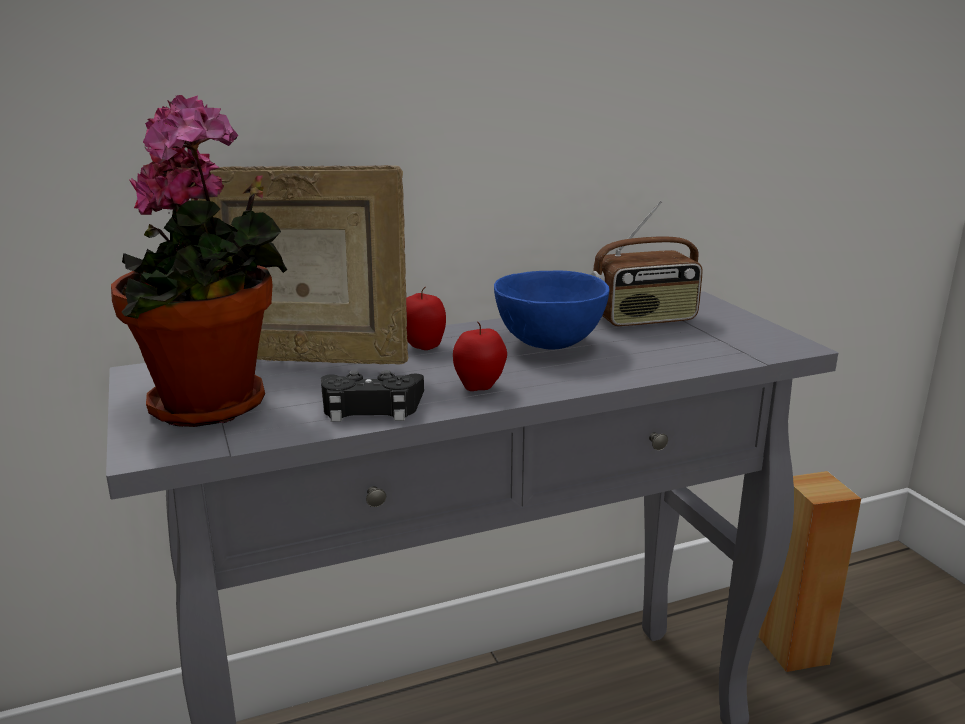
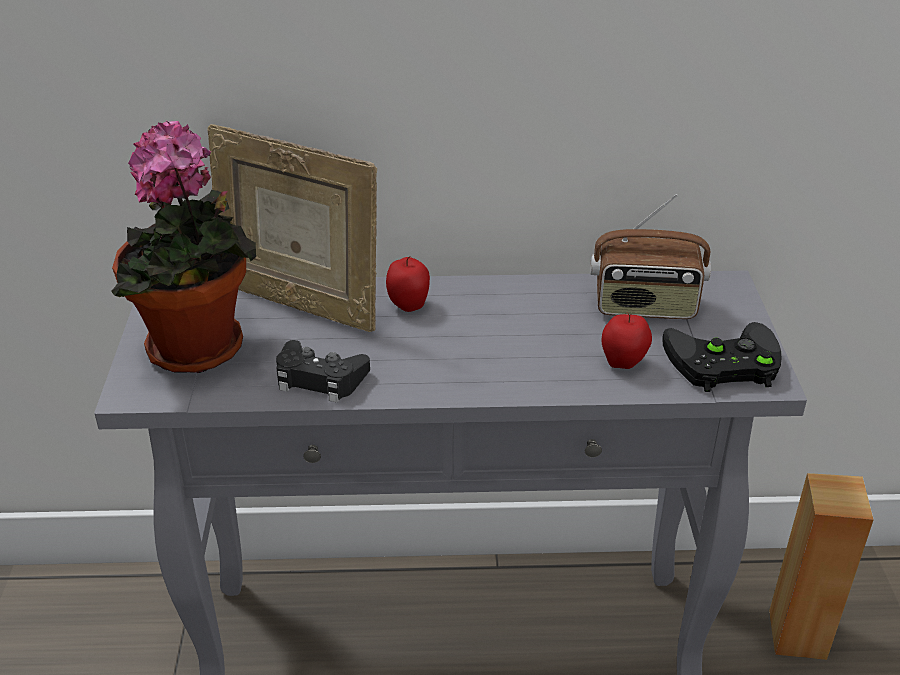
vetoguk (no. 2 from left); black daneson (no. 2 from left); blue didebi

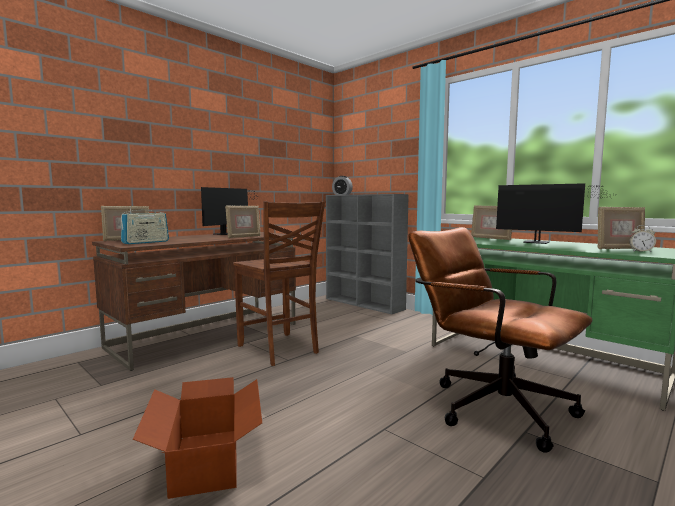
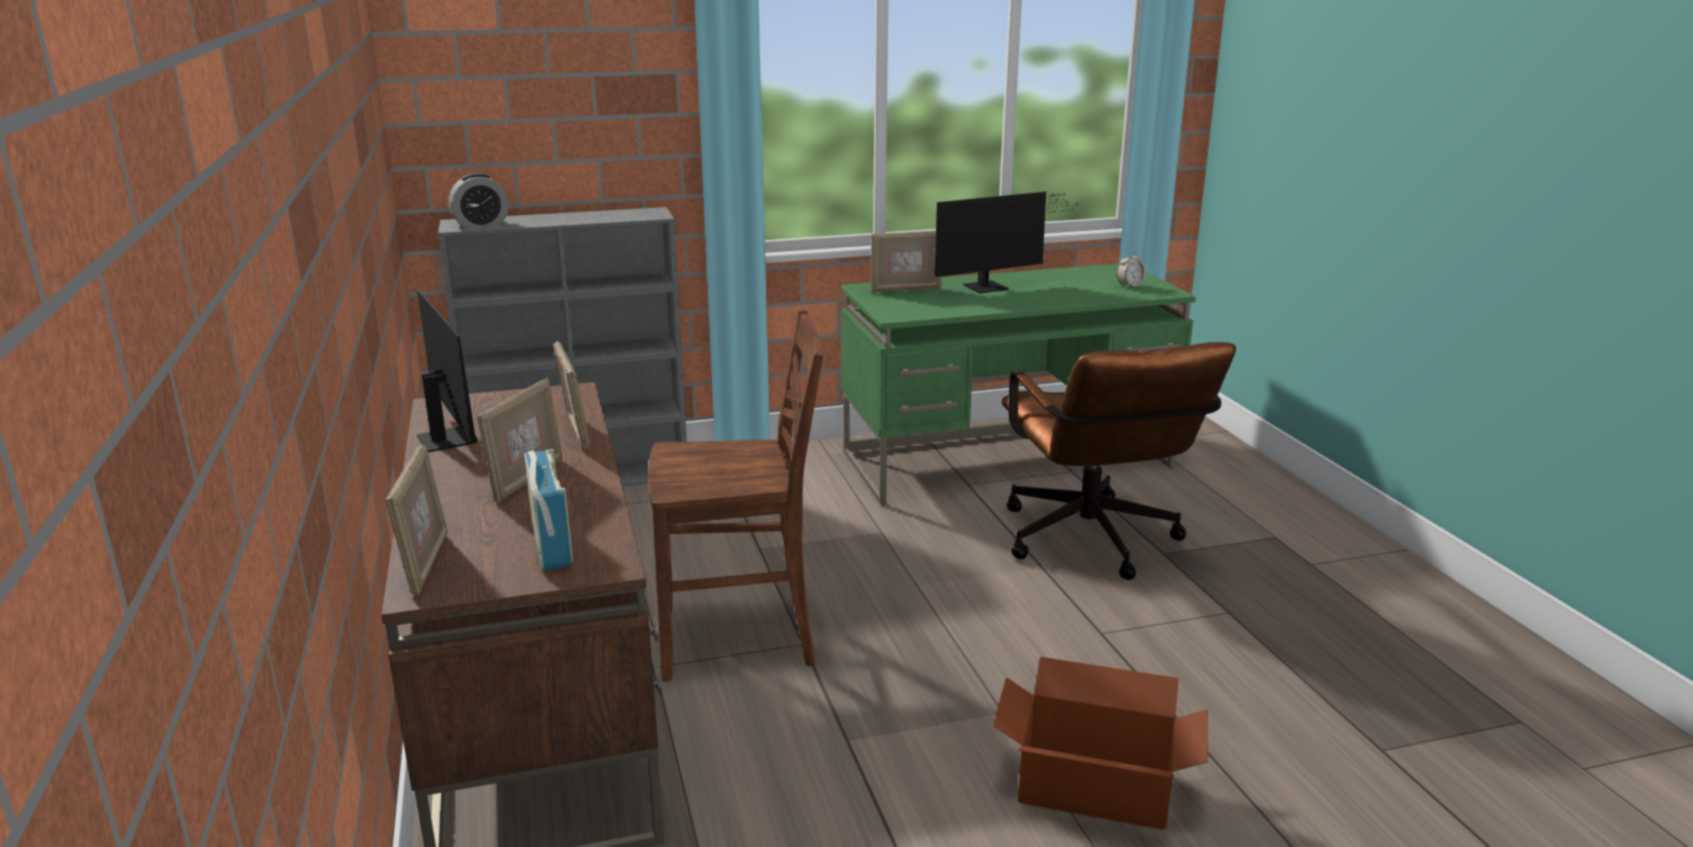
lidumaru (no. 2 from left); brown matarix

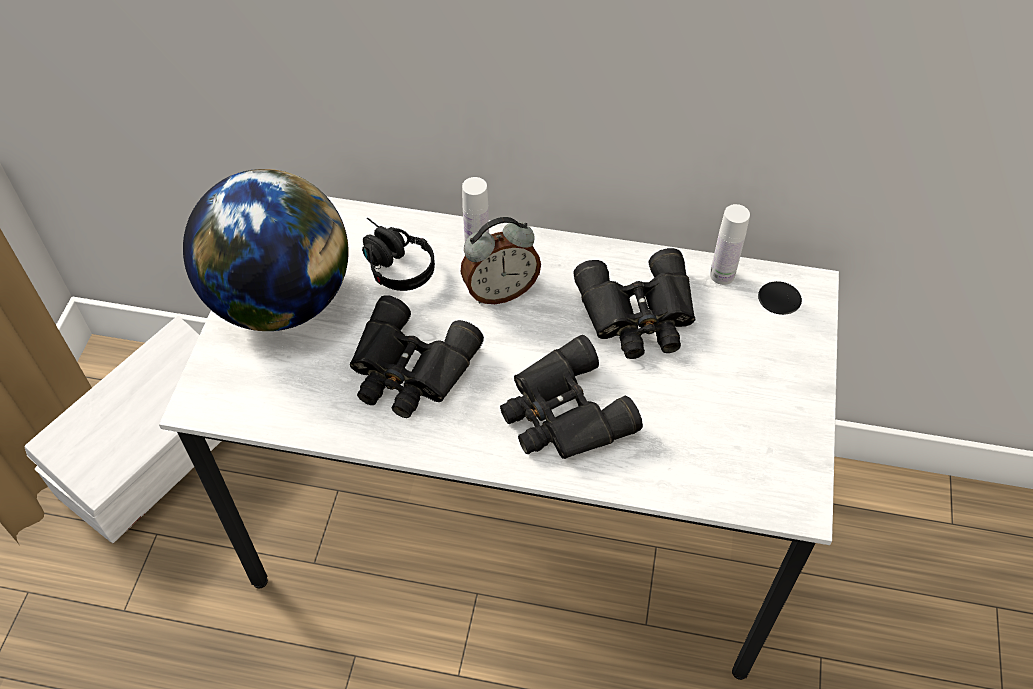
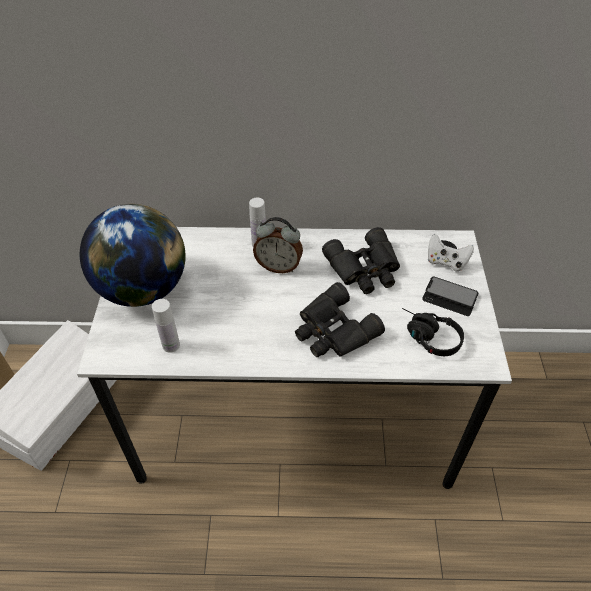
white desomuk (no. 1 from left); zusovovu; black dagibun; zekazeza; white daneson; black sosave (no. 1 from left in the first image)

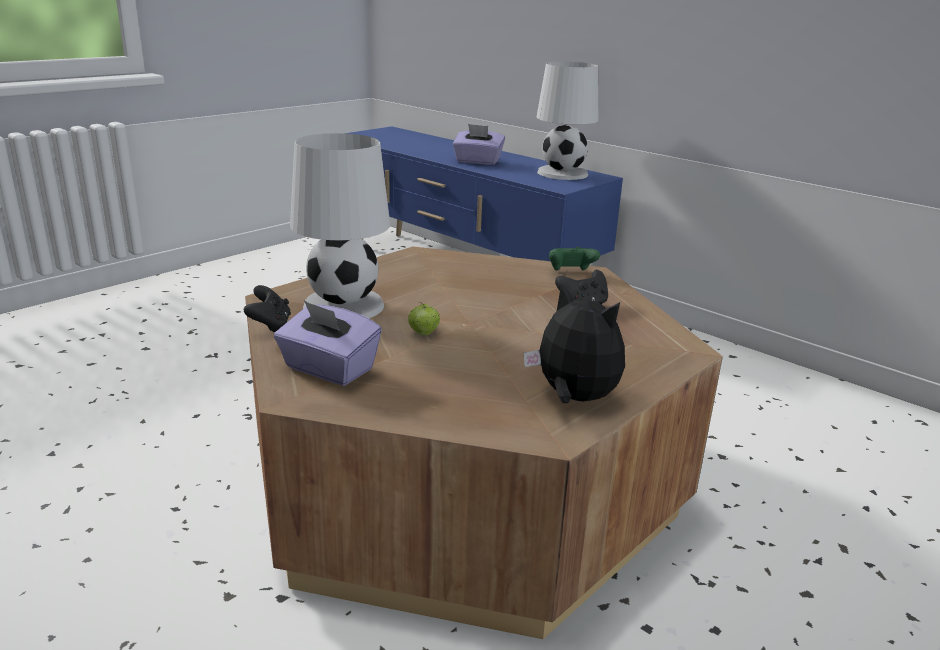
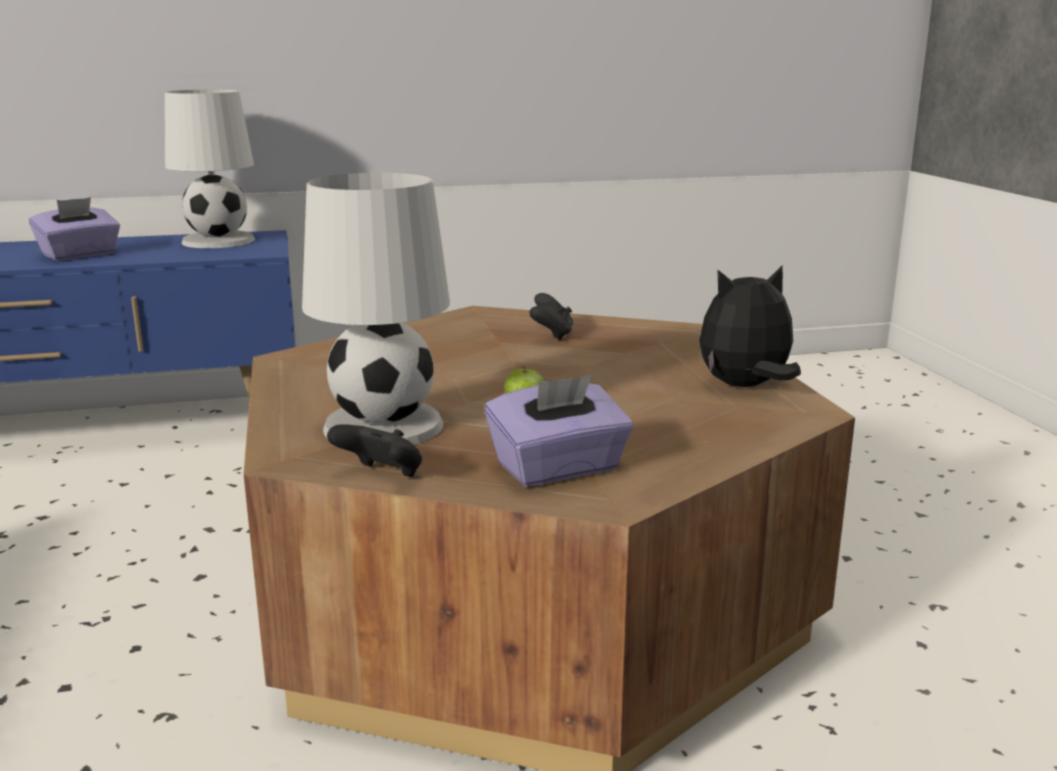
green daneson

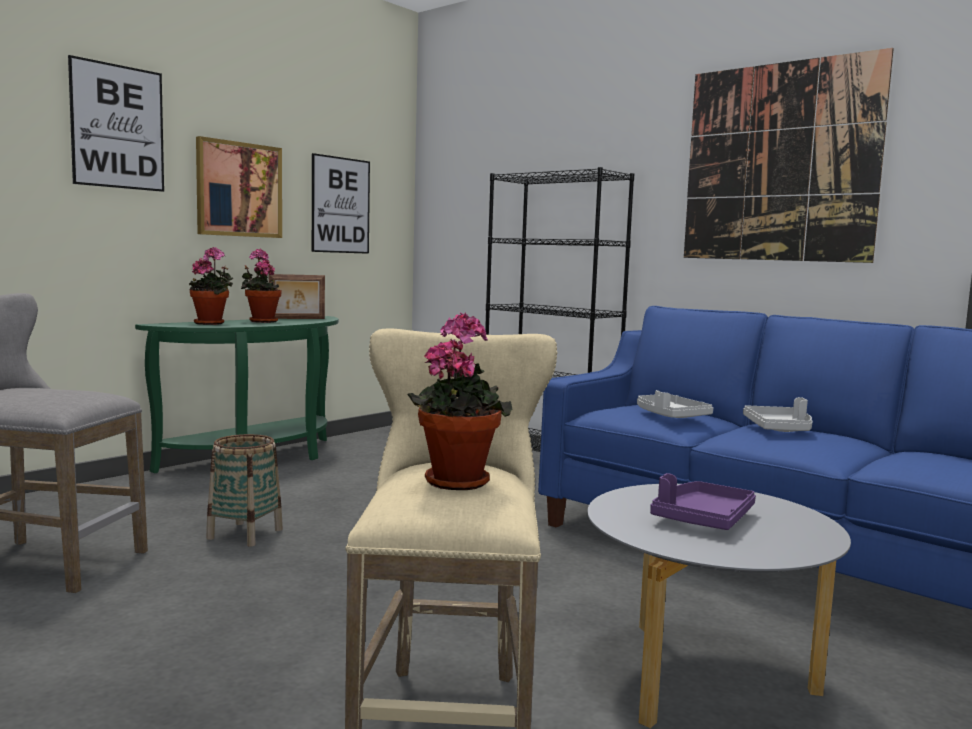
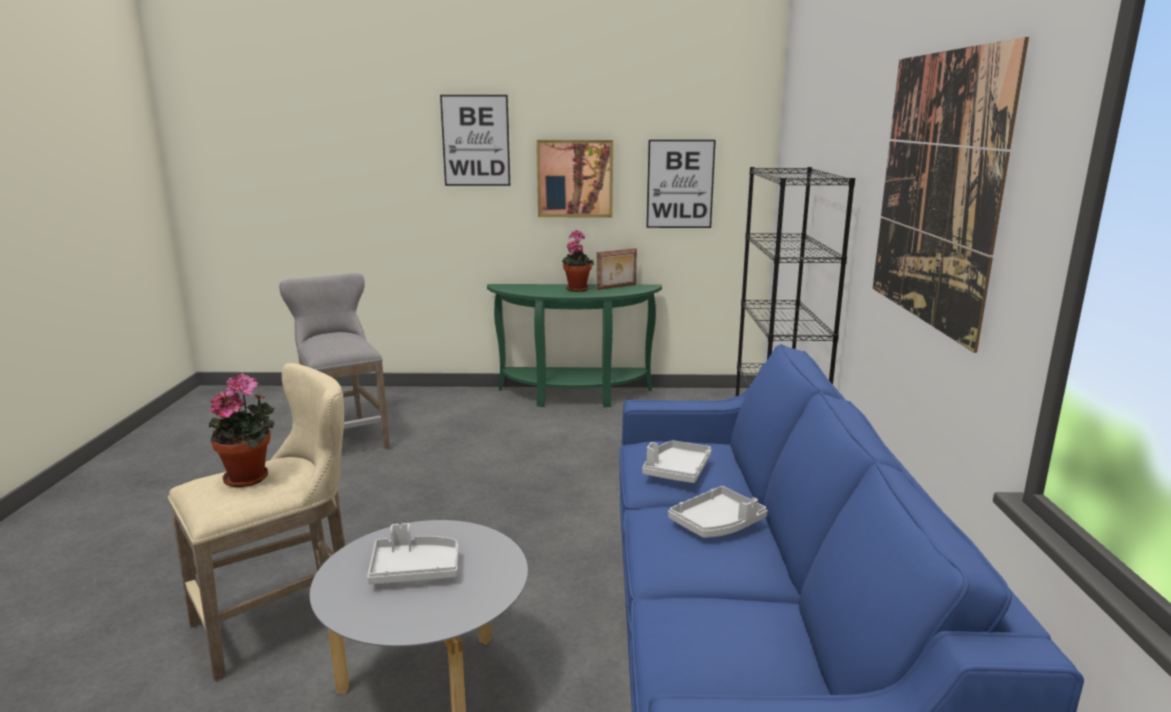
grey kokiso (no. 1 from left); lidumaru; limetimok (no. 1 from left in the first image); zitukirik

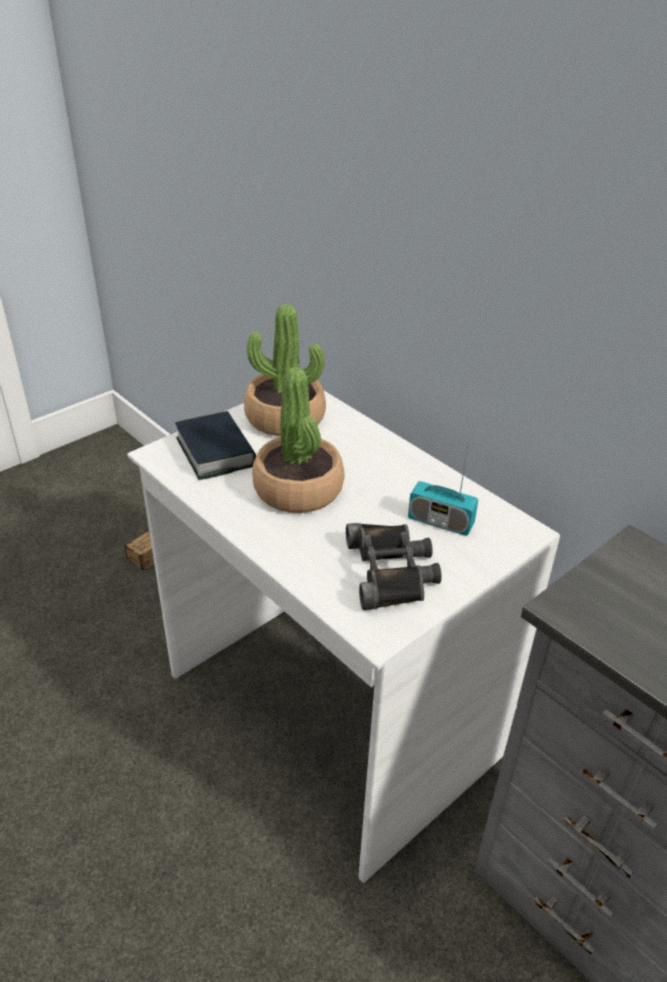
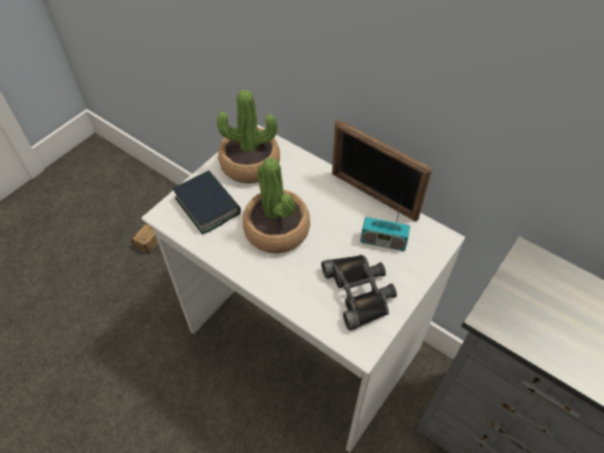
lidumaru

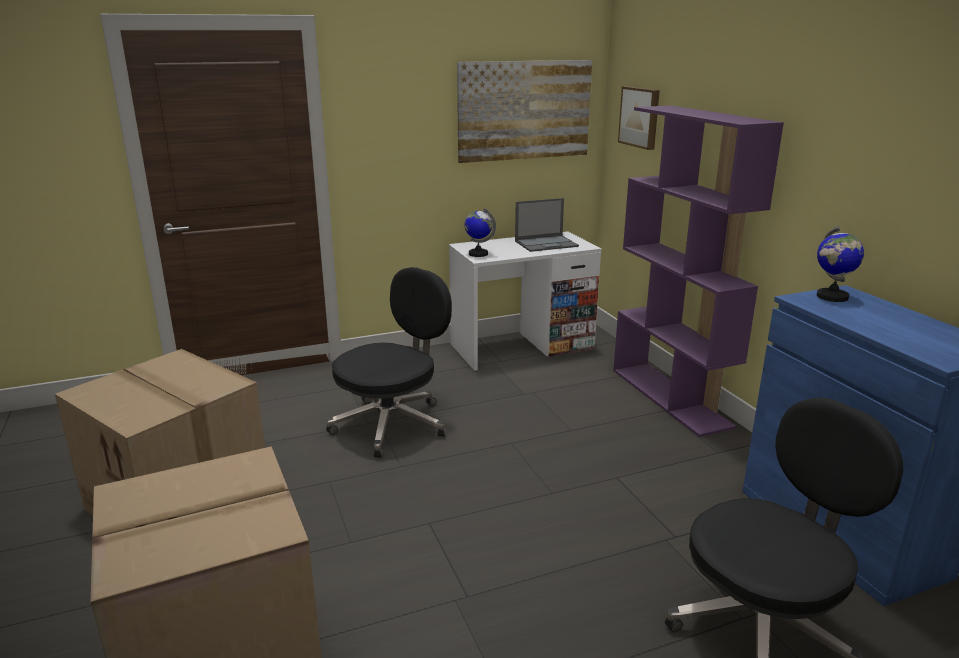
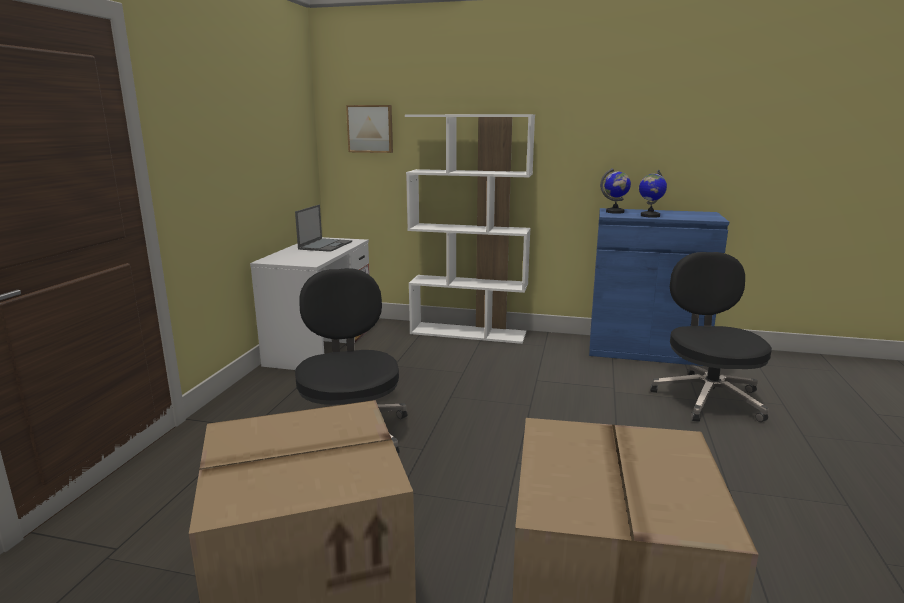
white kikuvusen; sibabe (no. 2 from left); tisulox (no. 1 from left in the first image)

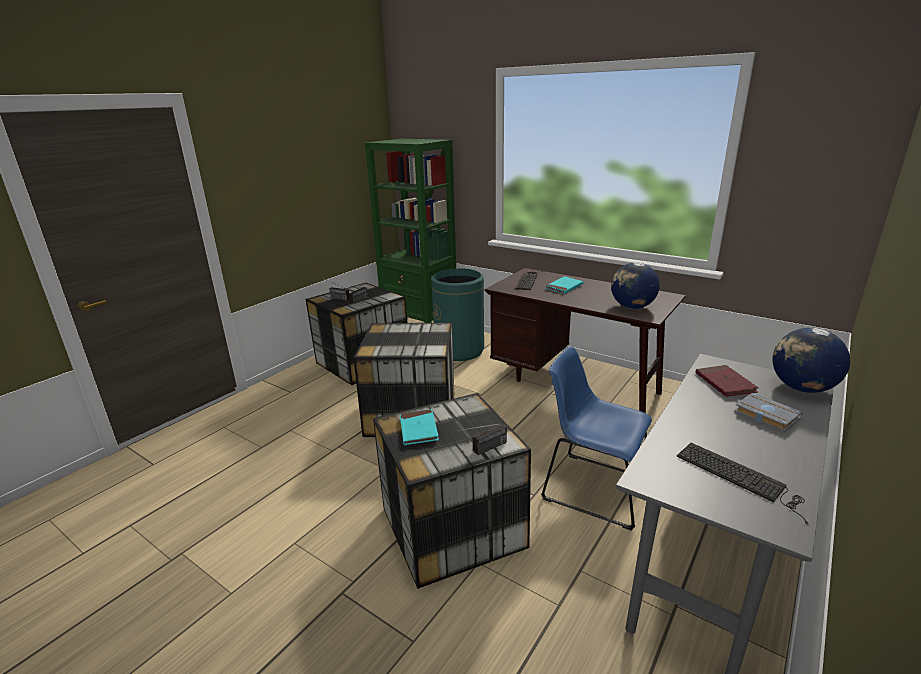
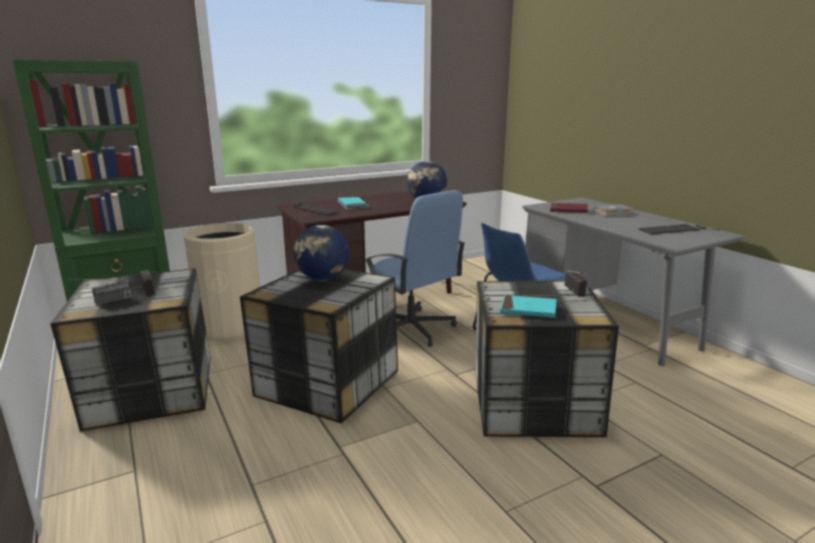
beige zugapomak; sibabe (no. 1 from left); blue matarix

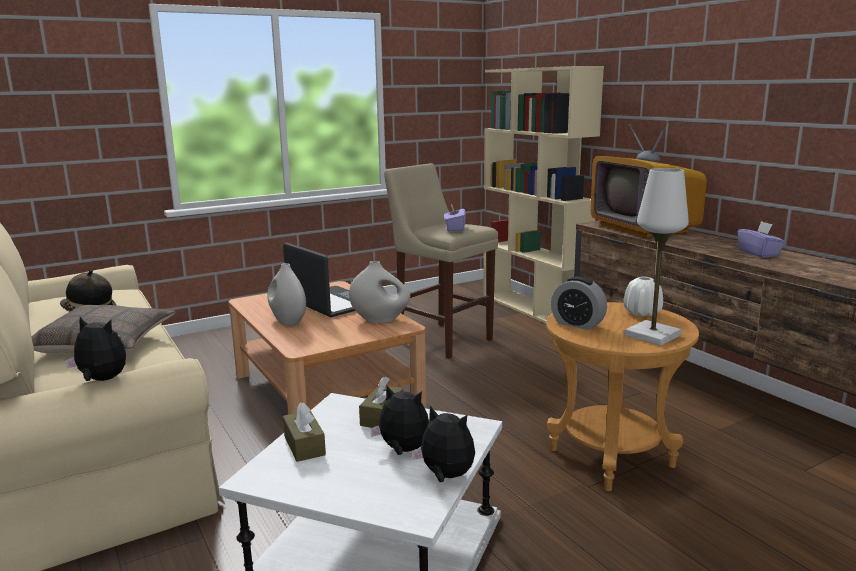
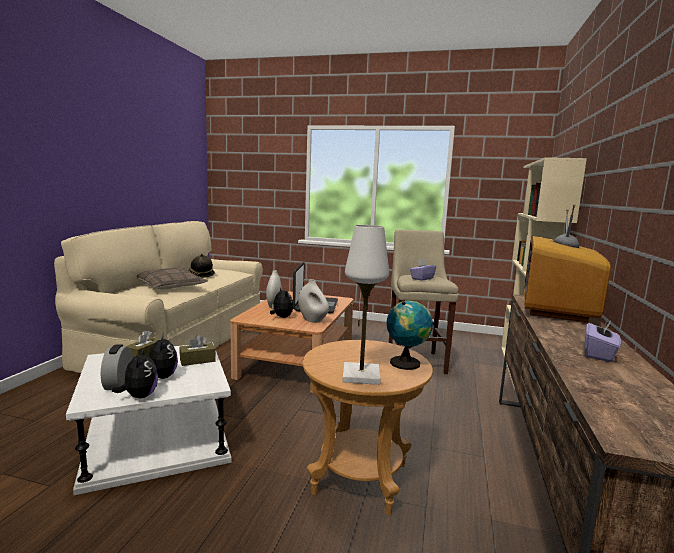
zusovovu; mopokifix (no. 3 from left); sibabe

